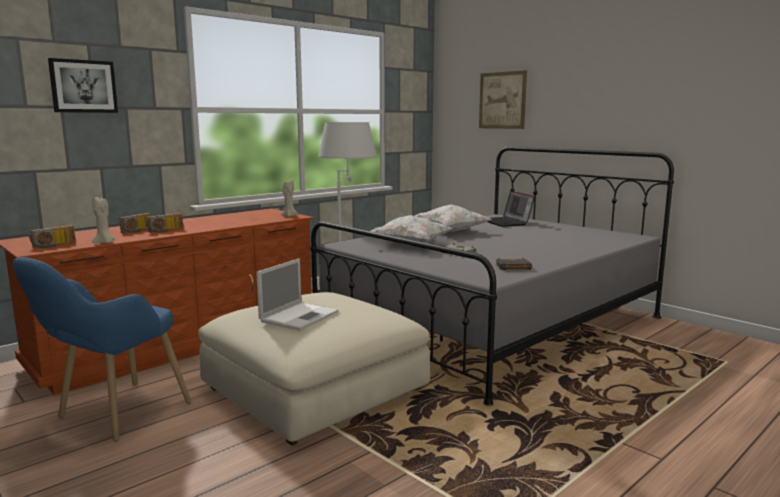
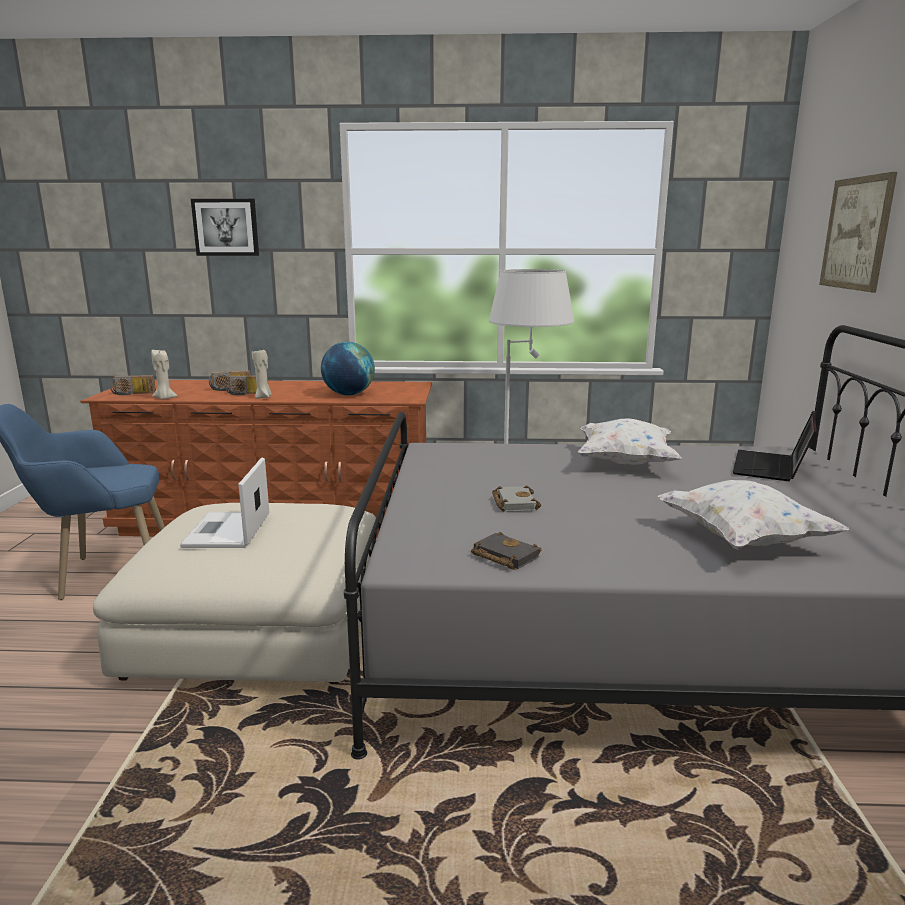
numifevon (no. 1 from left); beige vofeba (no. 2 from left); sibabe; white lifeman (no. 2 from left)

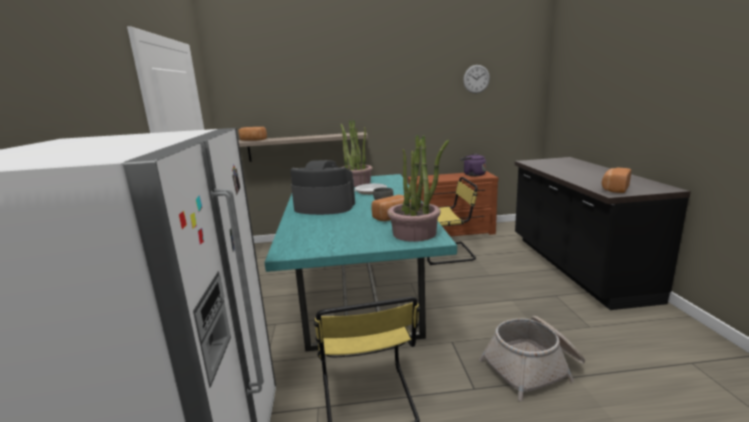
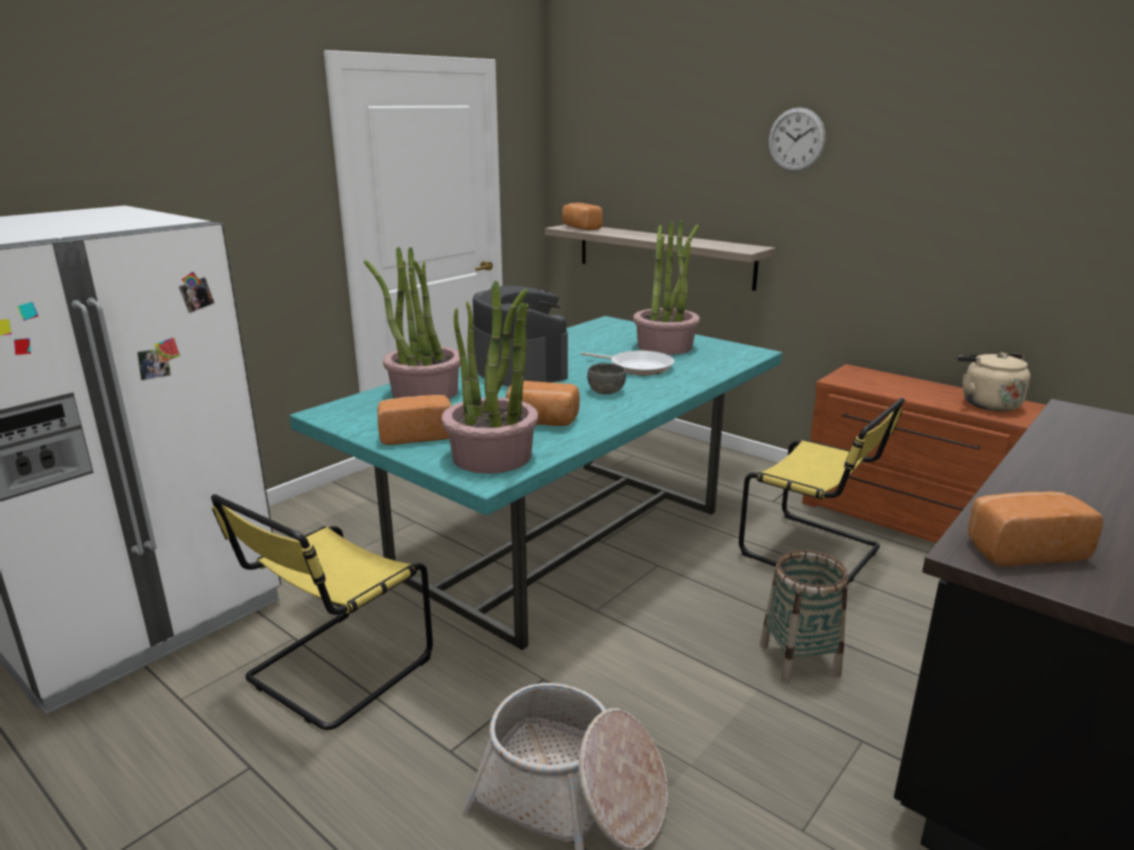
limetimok (no. 1 from left); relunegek (no. 1 from left); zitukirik (no. 2 from left); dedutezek; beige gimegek

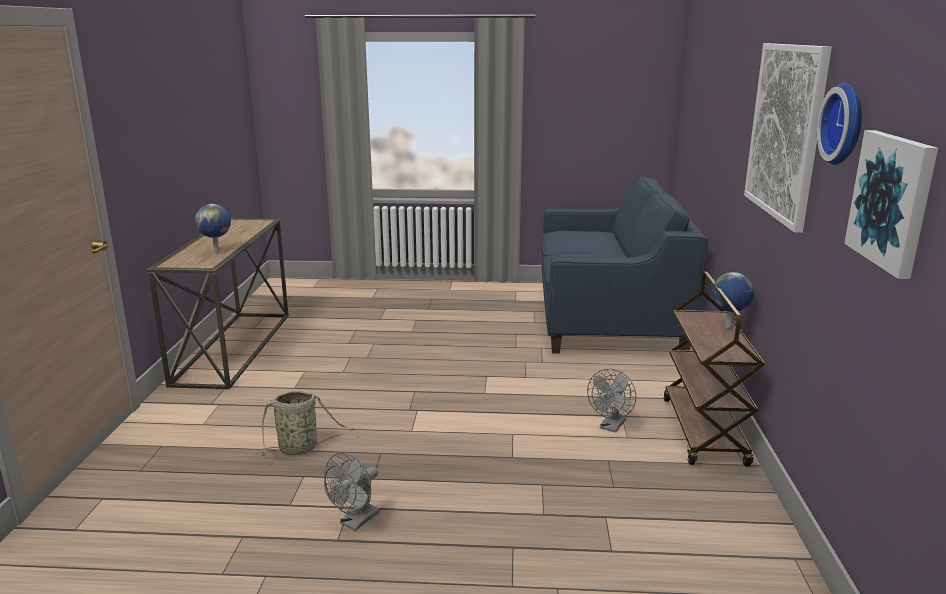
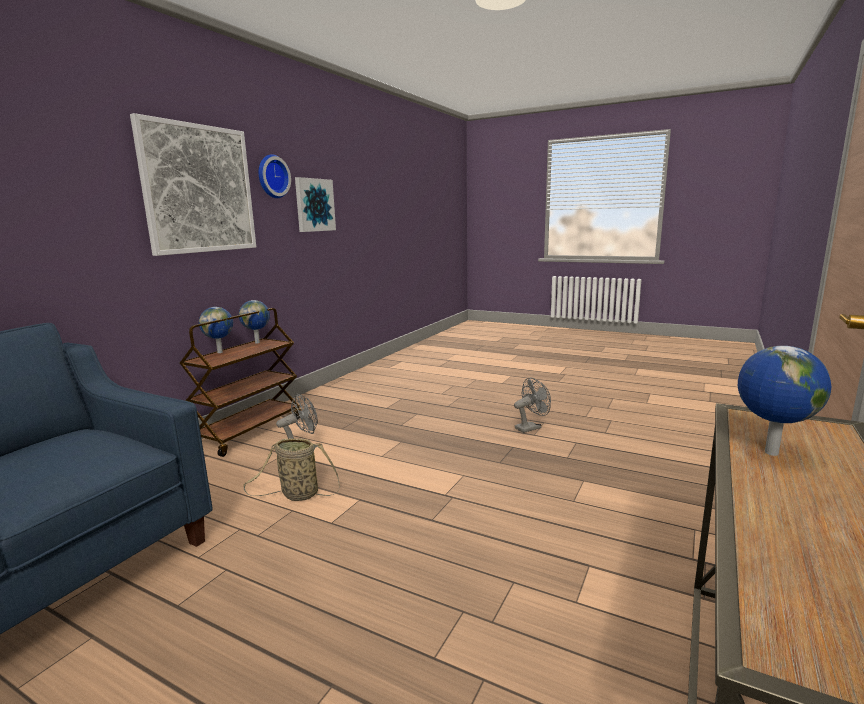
sibabe (no. 2 from left); zitukirik

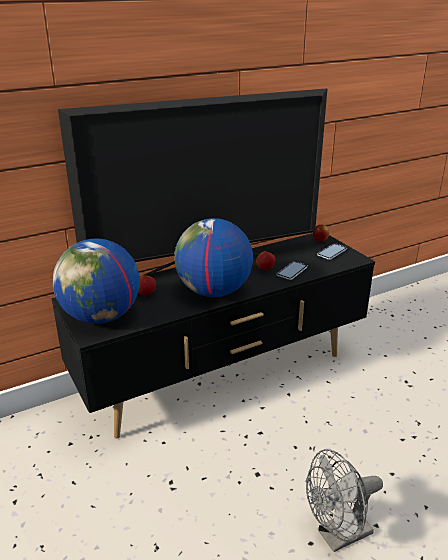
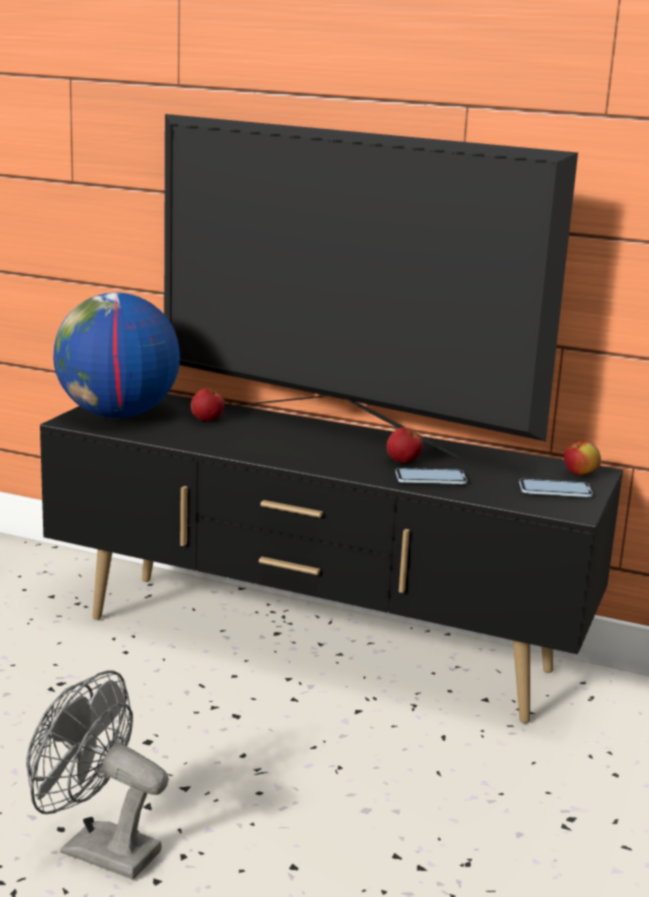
sibabe (no. 2 from left in the first image)

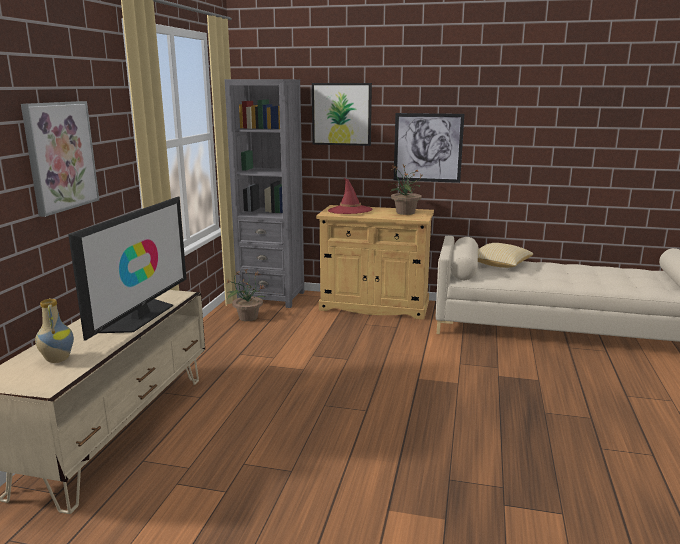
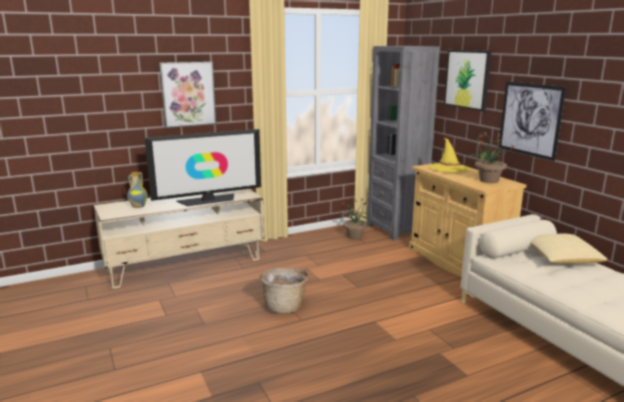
zitukirik; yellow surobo

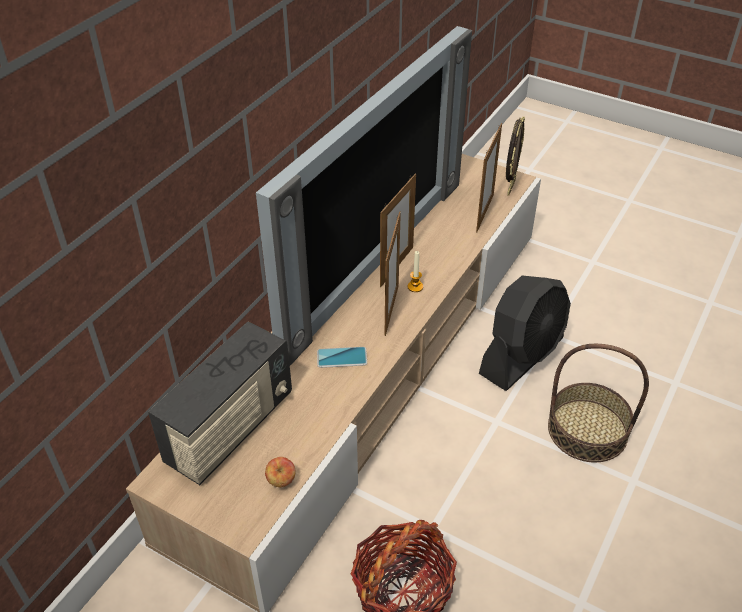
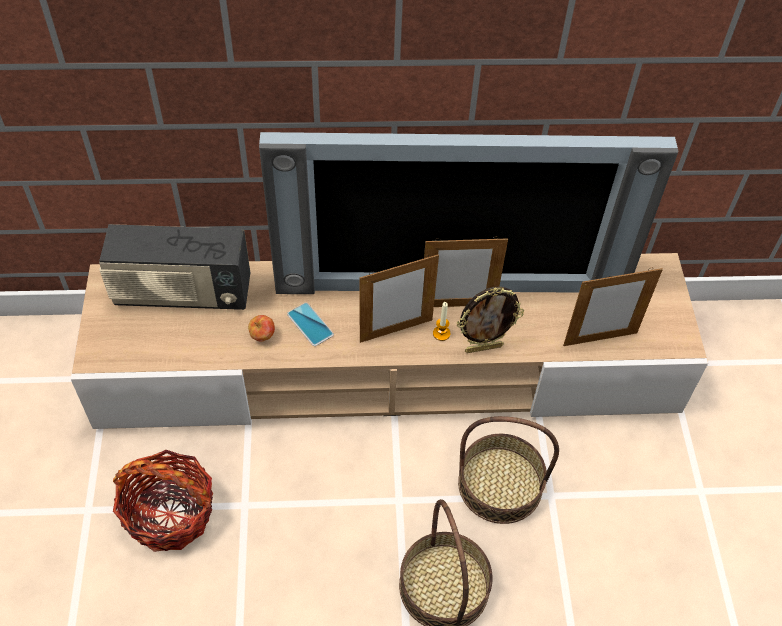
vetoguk; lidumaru (no. 3 from left); zitukirik (no. 3 from left)

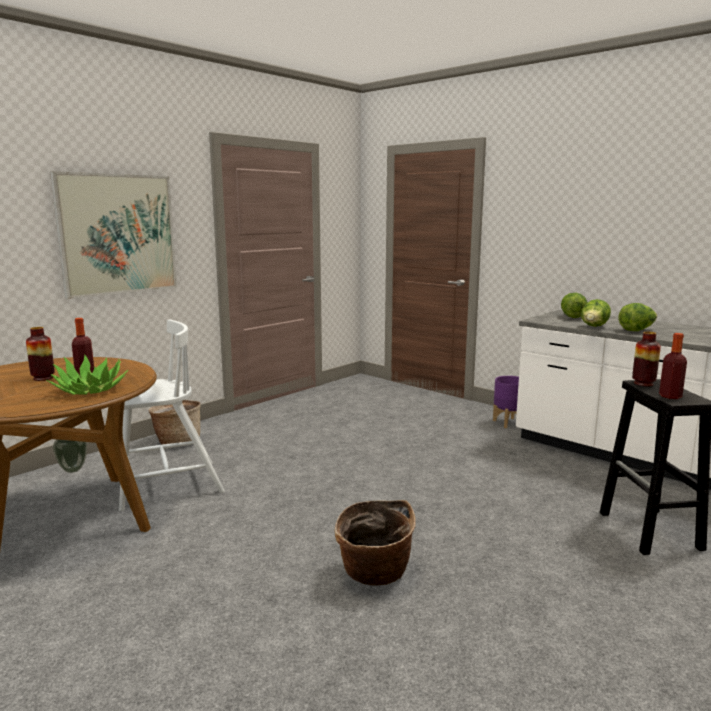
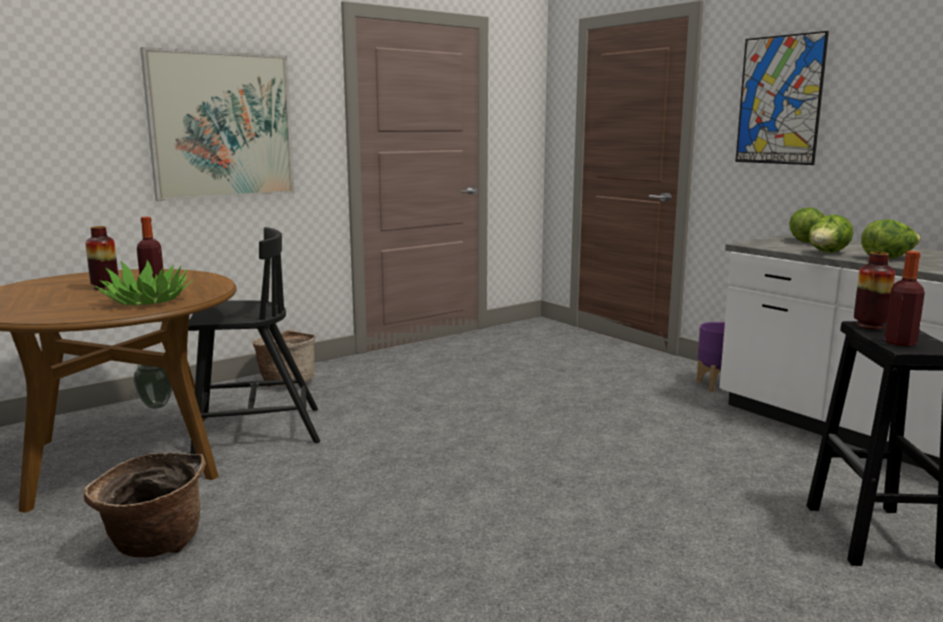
zitukirik (no. 1 from left); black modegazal; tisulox (no. 2 from left)

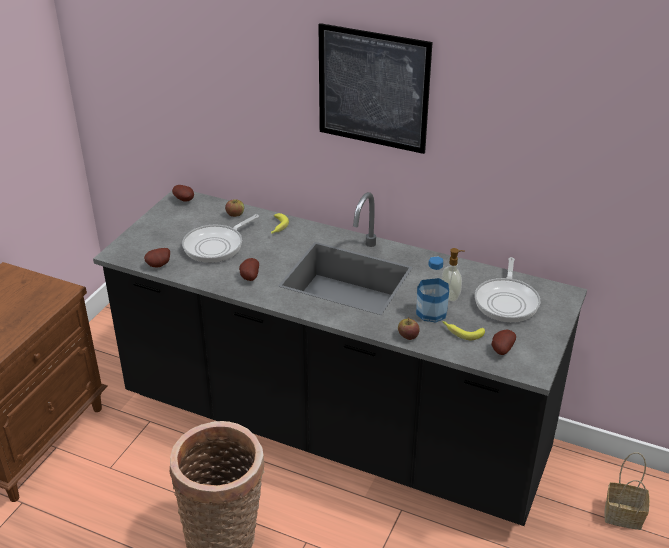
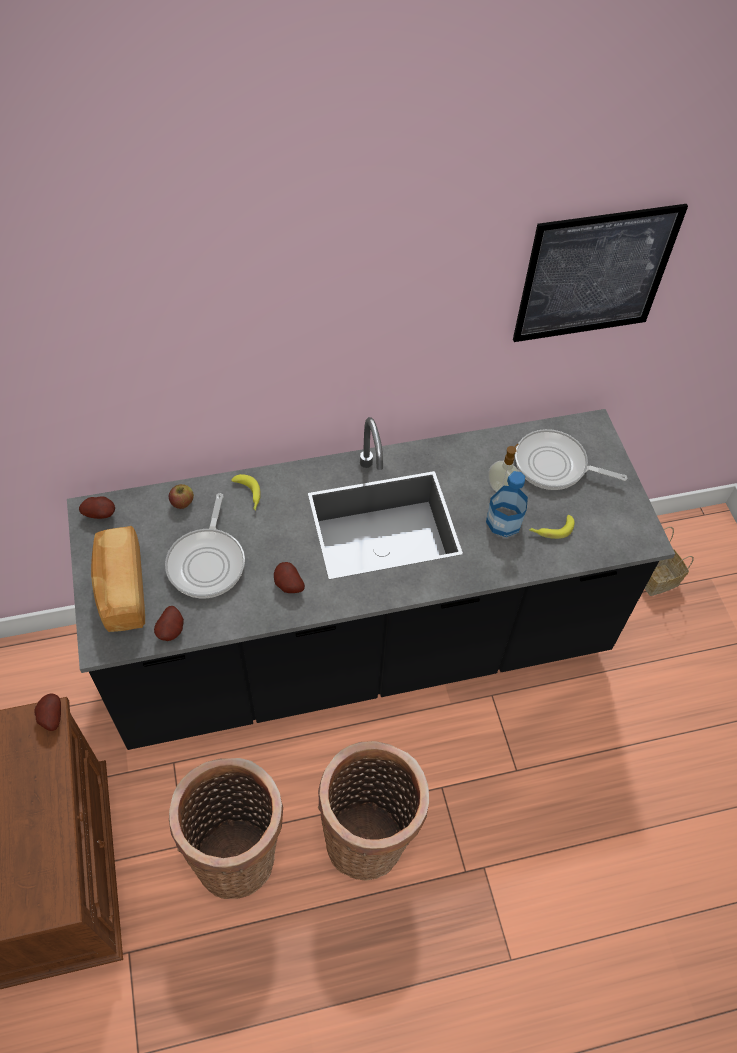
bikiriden (no. 1 from left); relunegek; zitukirik (no. 1 from left); tisulox; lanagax (no. 2 from left); vetoguk (no. 2 from left in the first image)

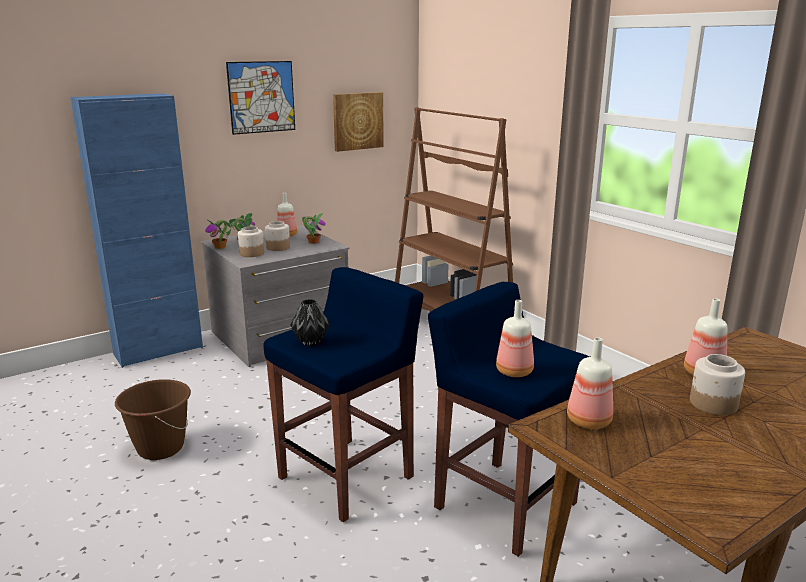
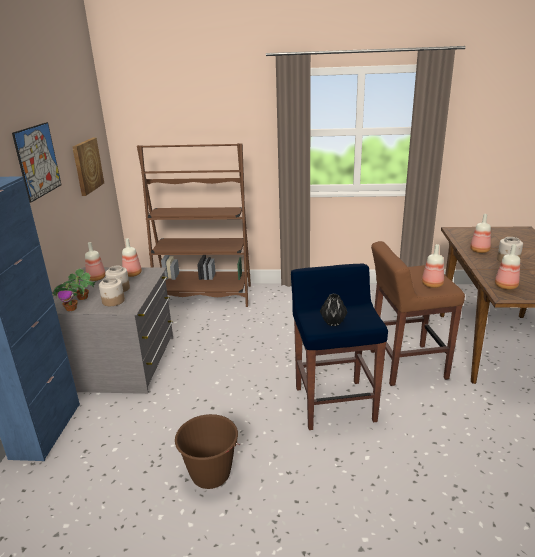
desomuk (no. 2 from left); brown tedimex

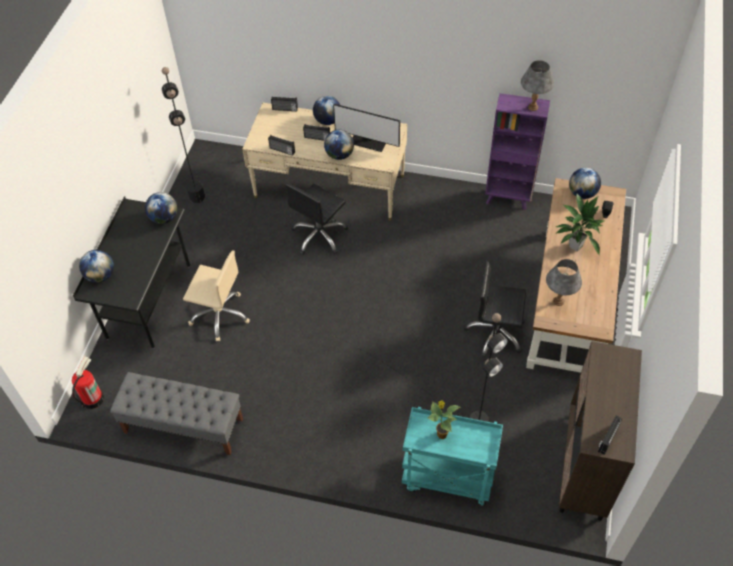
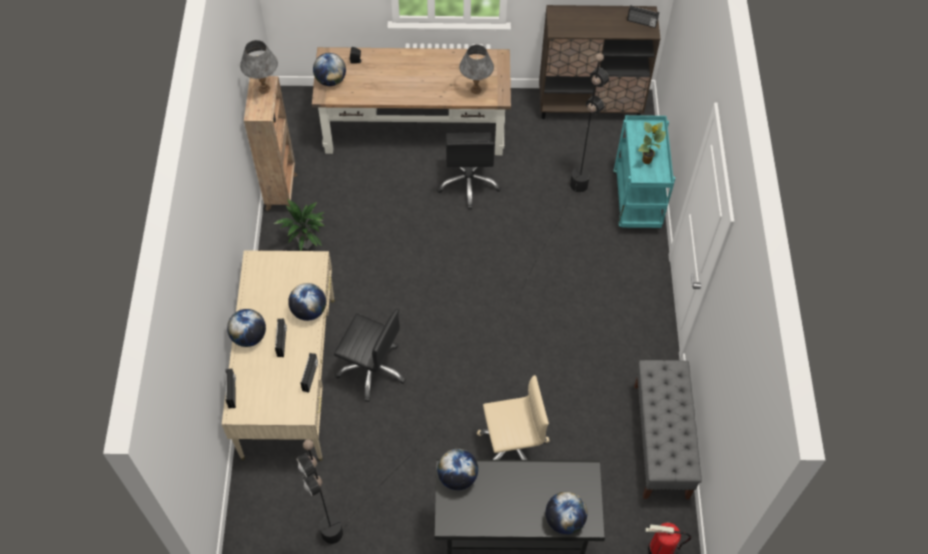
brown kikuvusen; limetimok (no. 1 from left); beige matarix; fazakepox

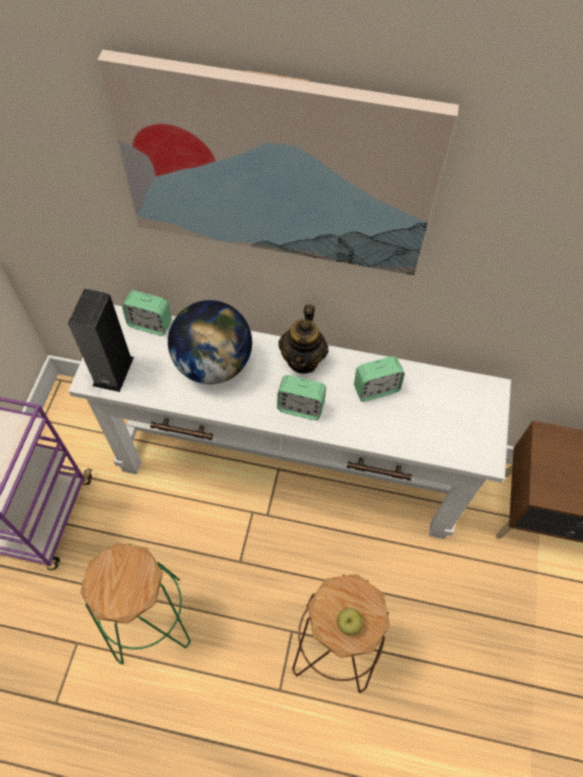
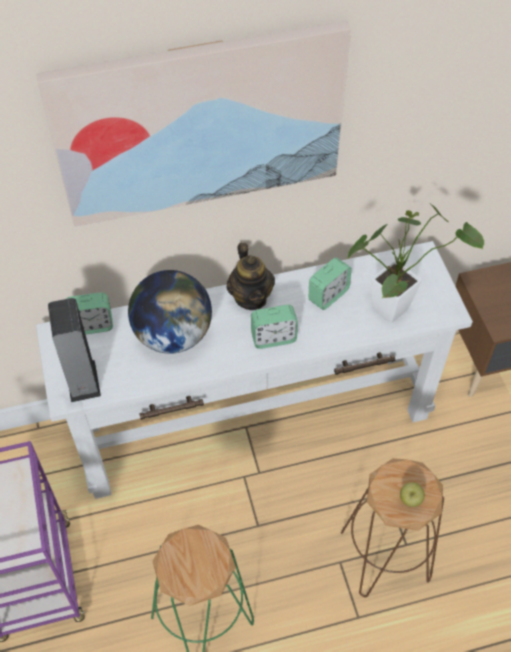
limetimok

